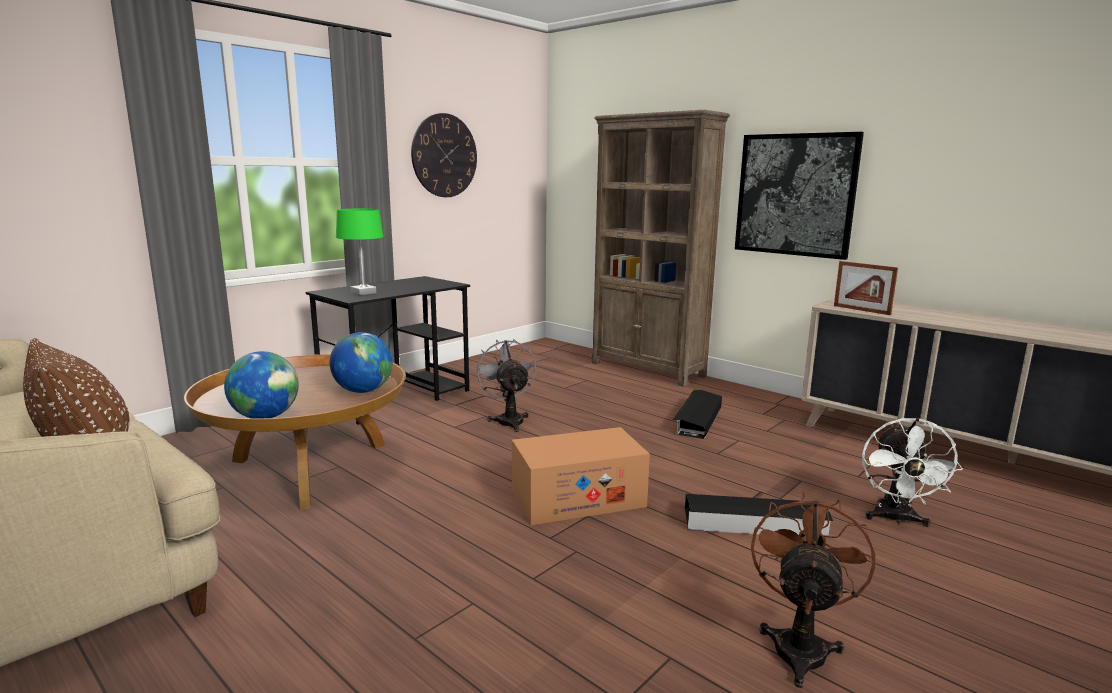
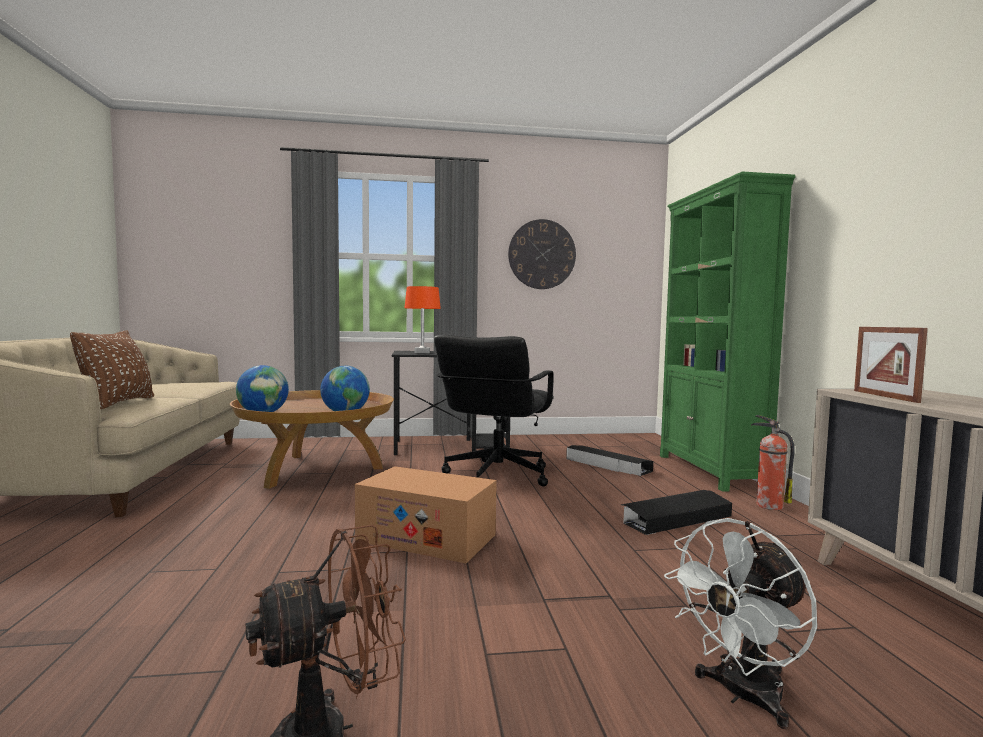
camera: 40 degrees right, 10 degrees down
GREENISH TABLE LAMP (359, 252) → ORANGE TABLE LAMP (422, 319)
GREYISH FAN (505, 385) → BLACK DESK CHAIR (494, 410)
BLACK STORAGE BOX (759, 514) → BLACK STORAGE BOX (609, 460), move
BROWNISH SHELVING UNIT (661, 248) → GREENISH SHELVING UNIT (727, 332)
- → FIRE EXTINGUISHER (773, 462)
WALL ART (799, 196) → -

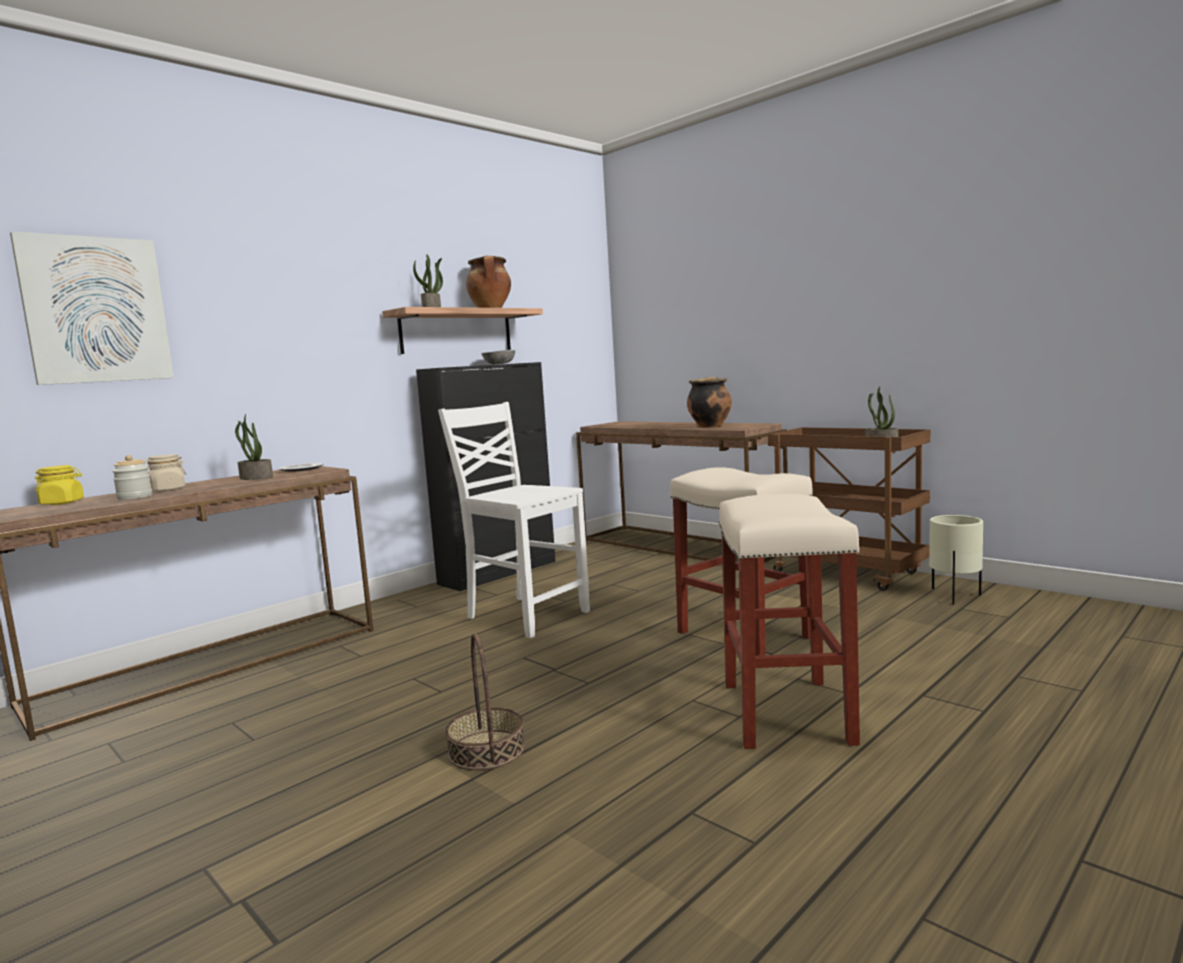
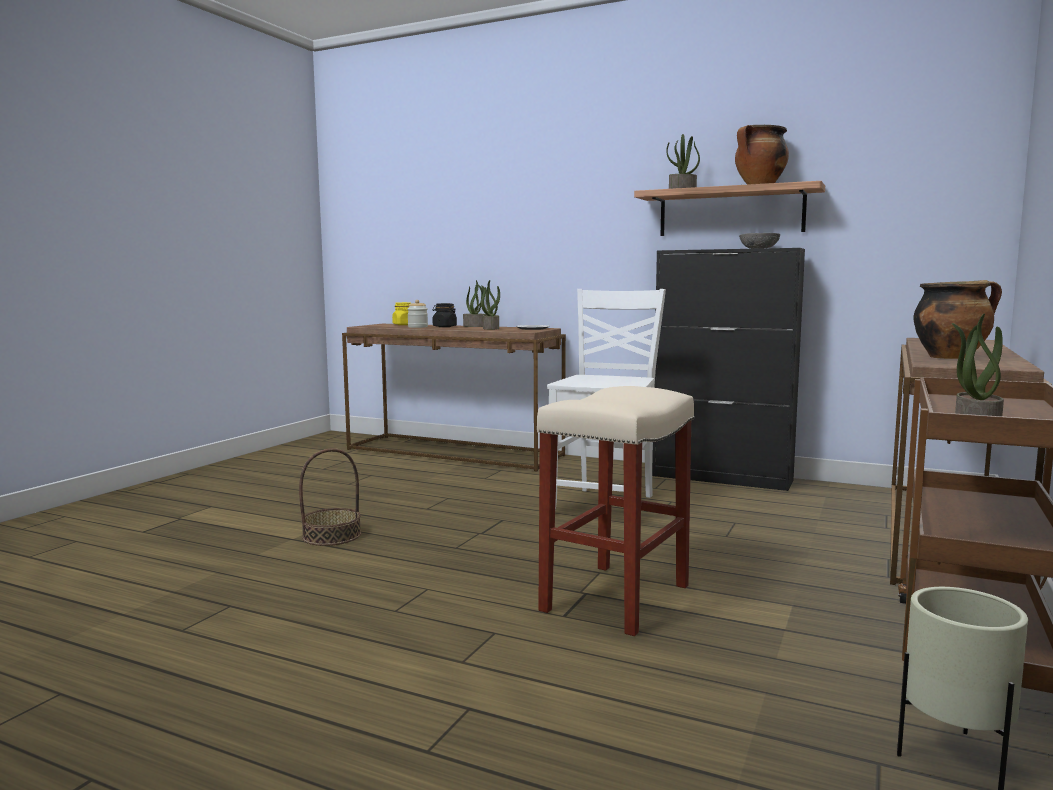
camera: 70 degrees right, 0 degrees up
SAND-COLOURED JAR (165, 473) → BLACK JAR (445, 315)
- → PLANT IN A POT (474, 303)
WALL ART (92, 308) → -
SAND-COLOURED STOOL SEAT (789, 621) → -

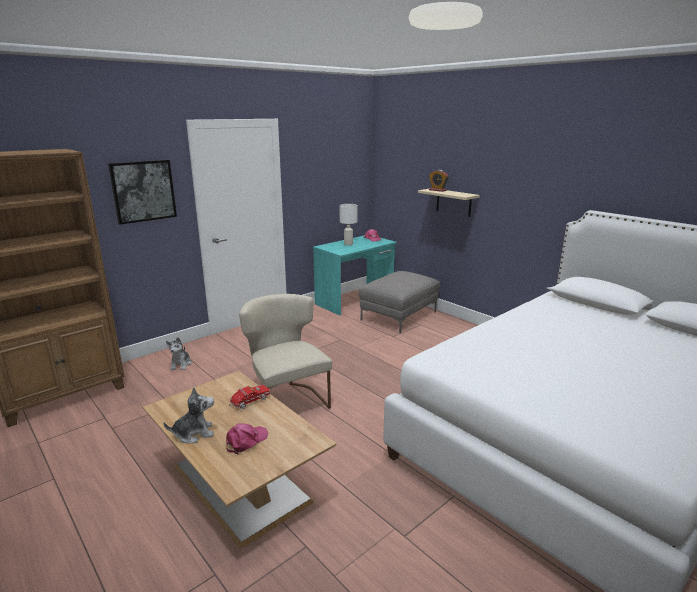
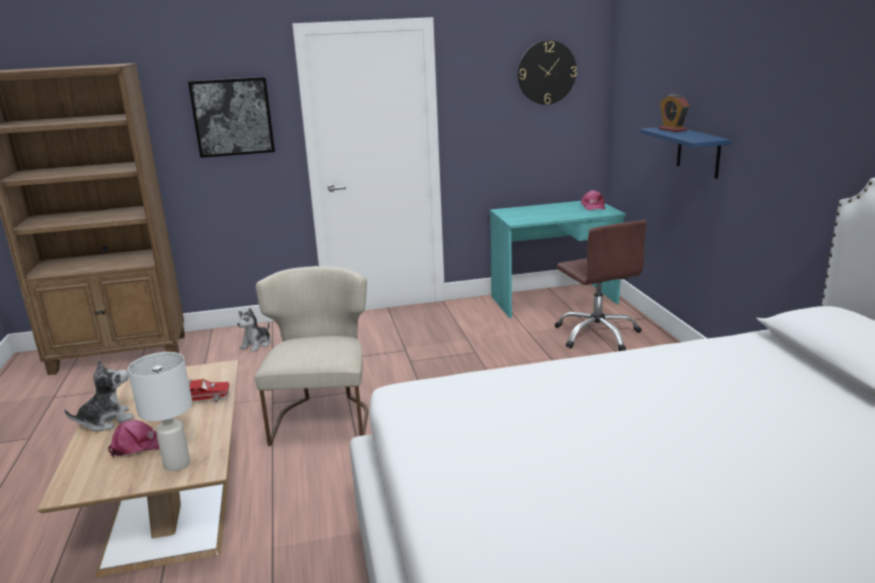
camera: 30 degrees right, 0 degrees up
CUDDLY TOY (189, 415) → CUDDLY TOY (99, 395), 45 degrees counterclockwise
WHITE-COLOURED TABLE LAMP (348, 224) → WHITE-COLOURED TABLE LAMP (160, 411), move
- → WALL CLOCK (547, 72)
GREYISH OTTOMAN (399, 302) → BROWNISH DESK CHAIR (601, 285)
SAND-COLOURED BRACKET SHELF (449, 203) → BLUISH BRACKET SHELF (685, 153)

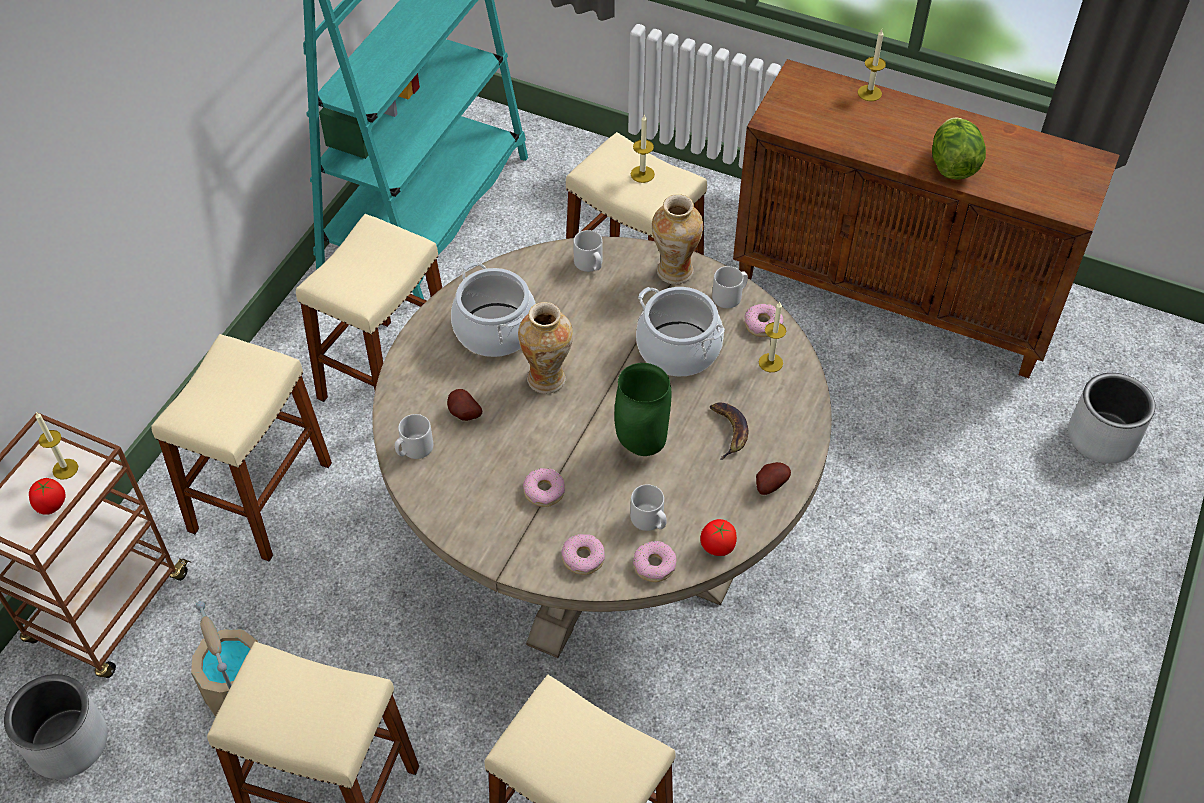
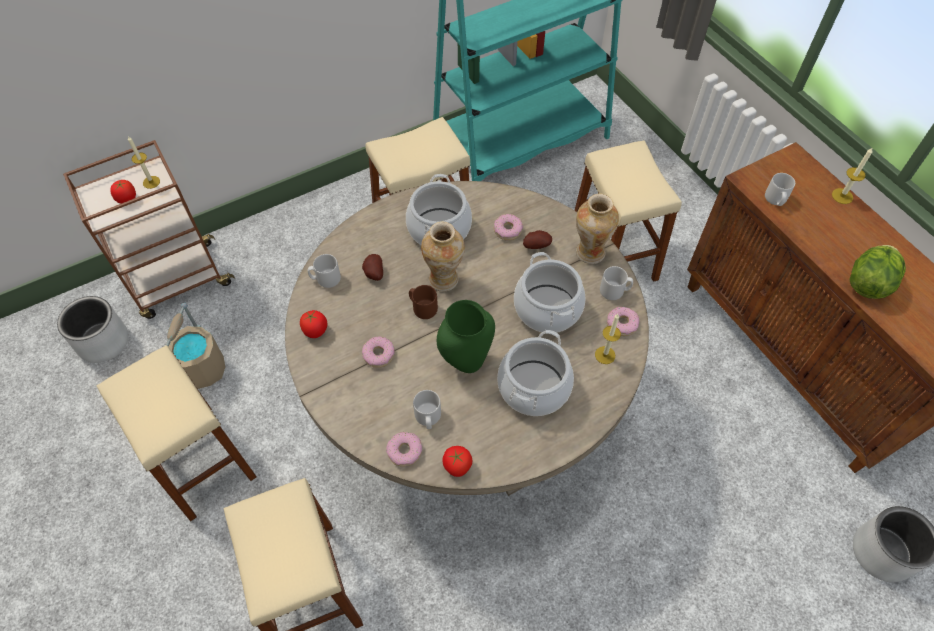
camera: 35 degrees right, 5 degrees up
- → TOMATO (314, 324)
- → BROWNISH MUG (423, 302)
DONUT (583, 554) → DONUT (508, 227), move
WHOLE BANANA (729, 431) → COOKING POT (535, 373)
WHOLE POTATO (773, 478) → WHOLE POTATO (537, 239), move
GREYISH MUG (588, 251) → GREYISH MUG (780, 189), move
SAND-COLOURED STOOL SEAT (241, 448) → -
WAX CANDLE (643, 148) → -

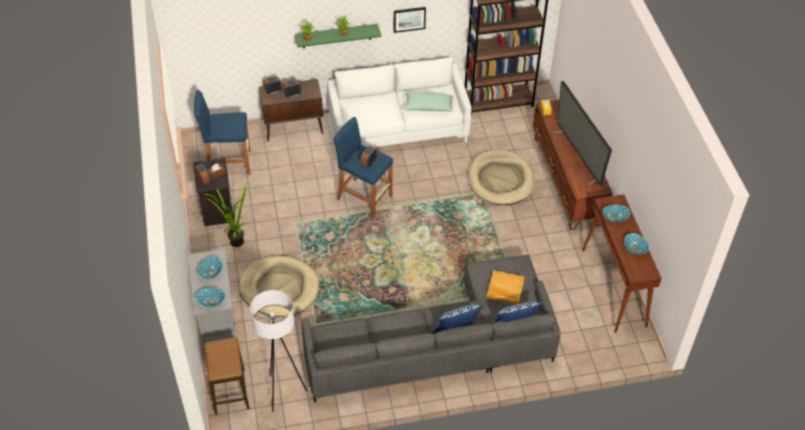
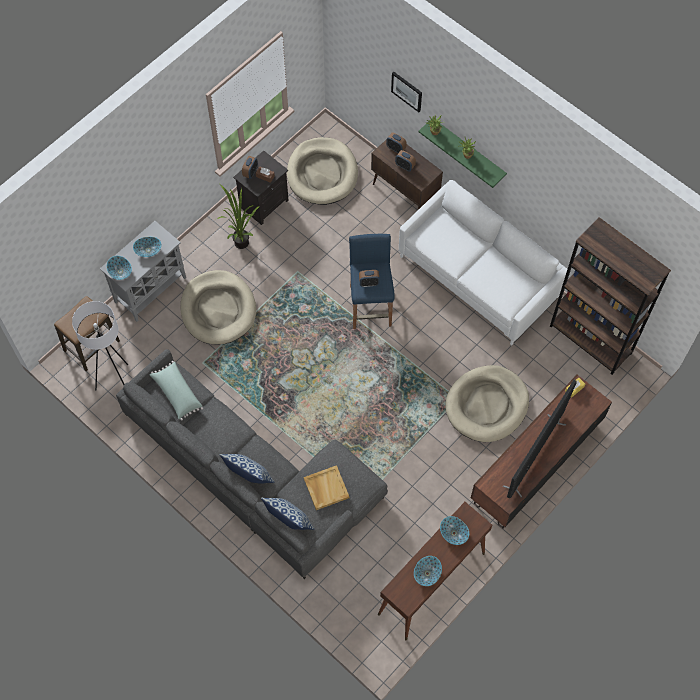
camera: 55 degrees right, 15 degrees up
GREENISH PILLOW (428, 102) → GREENISH PILLOW (176, 391), move
BLUISH STOOL SEAT (222, 132) → SAND-COLOURED PET BED (322, 171)
WALL ART (410, 20) → WALL ART (406, 92), move

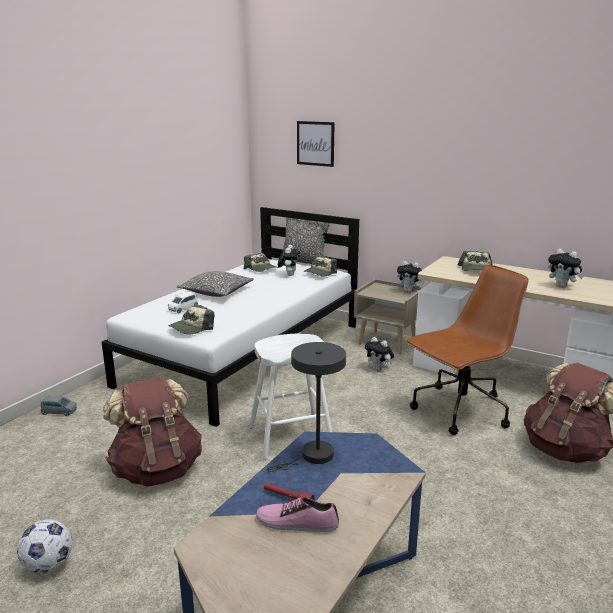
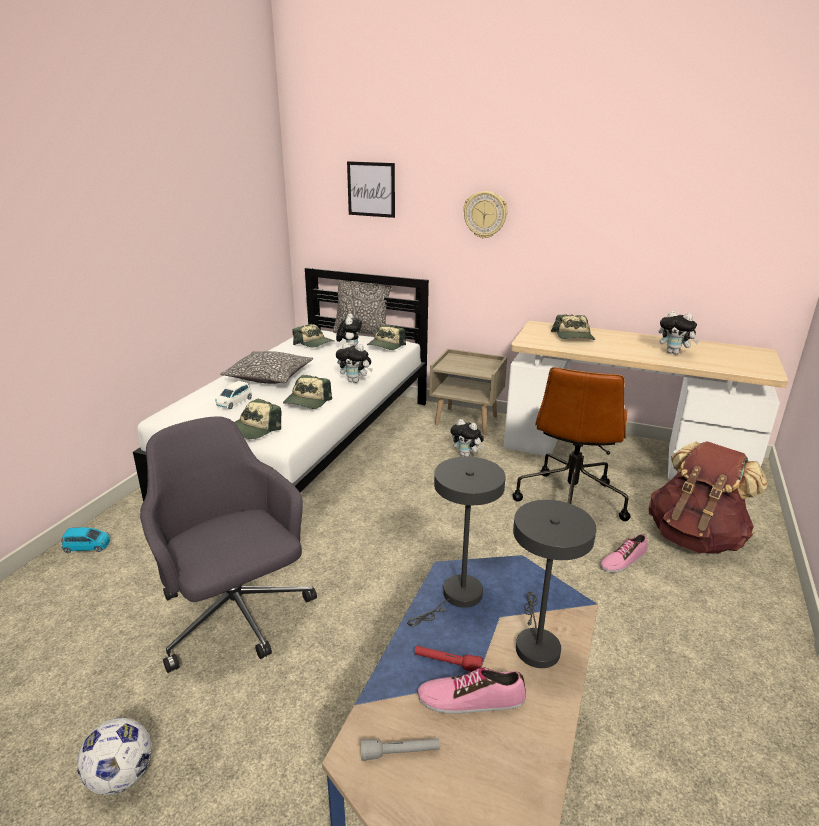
camera: 10 degrees left, 5 degrees up
GREYISH TOY CAR (58, 406) → BLUISH TOY CAR (85, 540)
BROWNISH RUCKSACK (152, 432) → GREYISH DESK CHAIR (228, 545)
- → PEAKED CAP (307, 392)
CUDDLY TOY (411, 276) → CUDDLY TOY (354, 362), move
- → GREYISH TORCH (400, 749)
- → WALL CLOCK (485, 215)
BROWNISH DESK CHAIR (467, 350) → BROWNISH DESK CHAIR (571, 444), 150 degrees clockwise
- → GREYISH TABLE LAMP (554, 584)
- → SHOE (624, 553)
WHITE-COLOURED STOOL SEAT (290, 396) → -

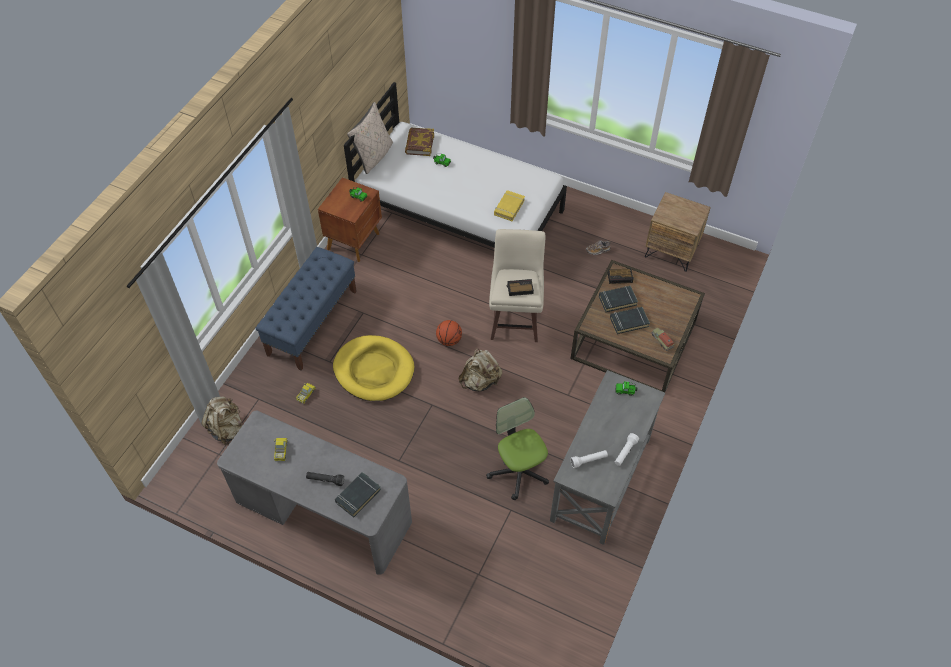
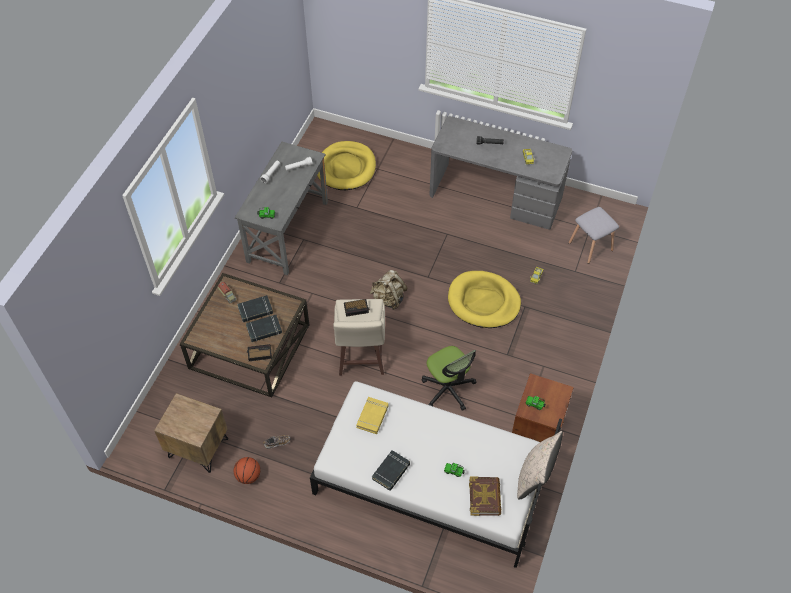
camera: 175 degrees right, 0 degrees up
BALL FOR BASKETBALL (449, 333) → BALL FOR BASKETBALL (247, 470), move
- → YELLOW-COLOURED PET BED (346, 165)
BLACK BOUND BOOK (358, 495) → BLACK BOUND BOOK (391, 470), move
DESK CHAIR (517, 448) → DESK CHAIR (449, 378), move
SAND-COLOURED RUCKSACK (222, 420) → GREYISH STOOL SEAT (594, 235)
BLUISH INDOOR BENCH (306, 309) → -

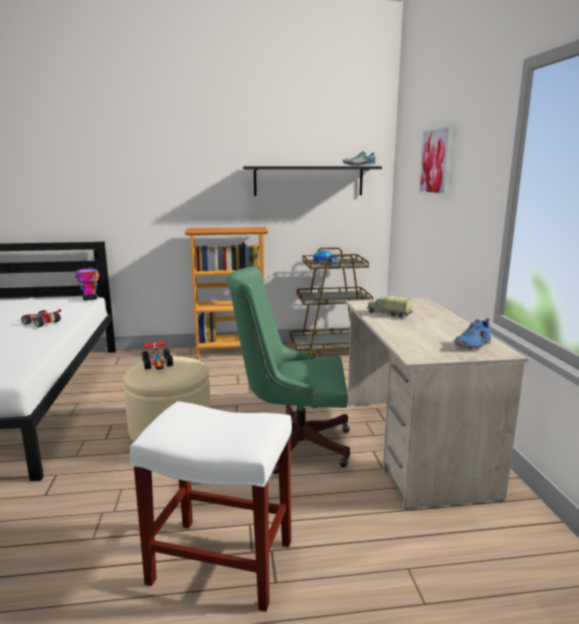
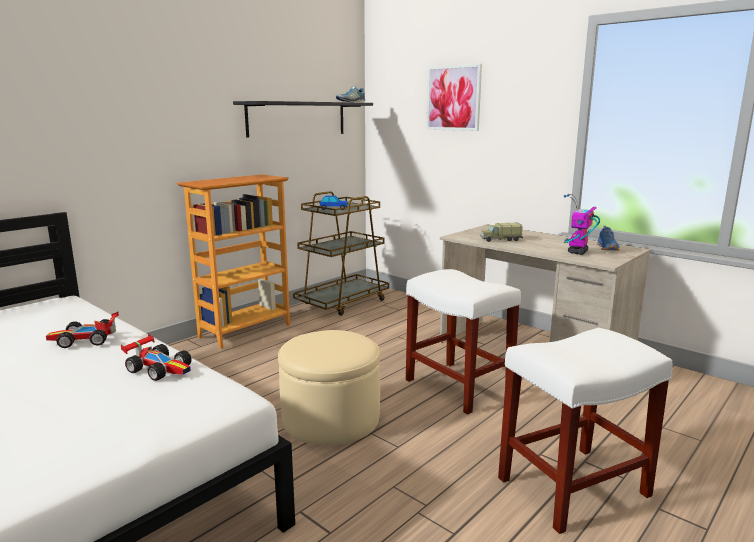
camera: 40 degrees left, 0 degrees up
TOY CAR (157, 355) → TOY CAR (156, 357), move
GREENISH DESK CHAIR (288, 370) → WHITE-COLOURED STOOL SEAT (463, 342)
TOY ROBOT (87, 279) → TOY ROBOT (582, 224), move

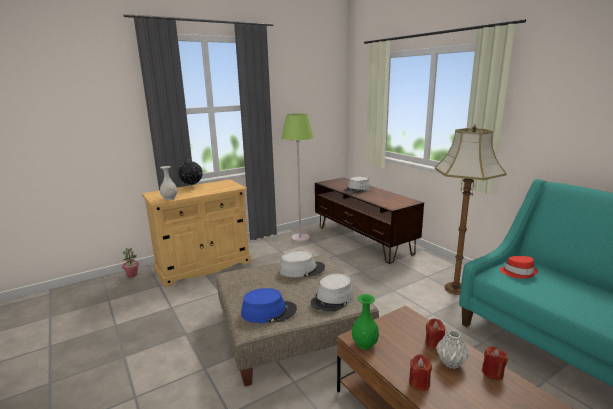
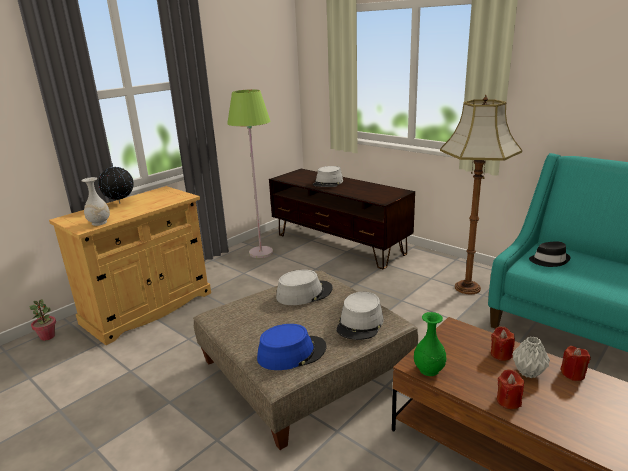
camera: 15 degrees left, 5 degrees up
RED HAT (519, 267) → BLACK HAT (549, 254)

